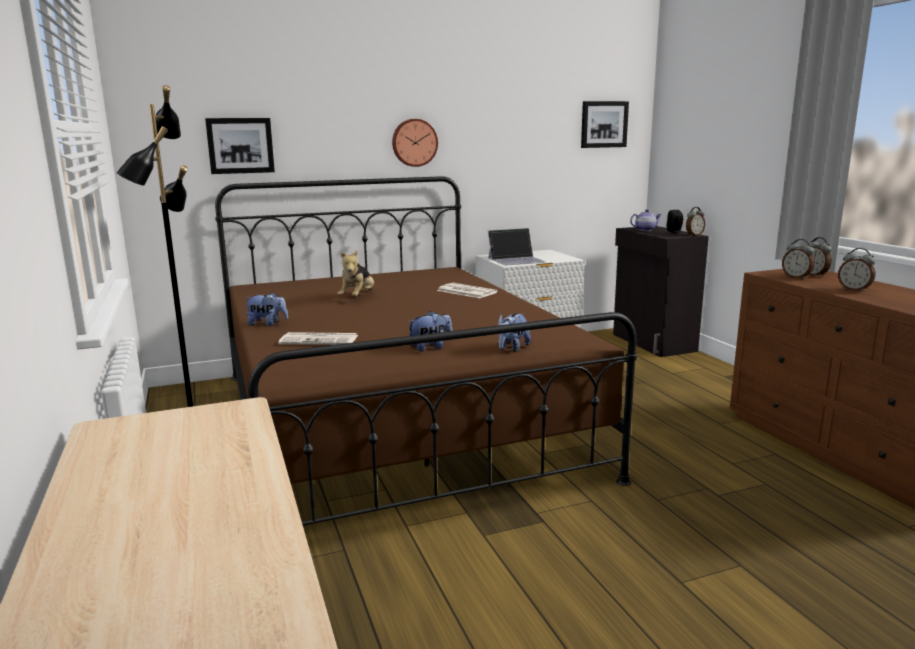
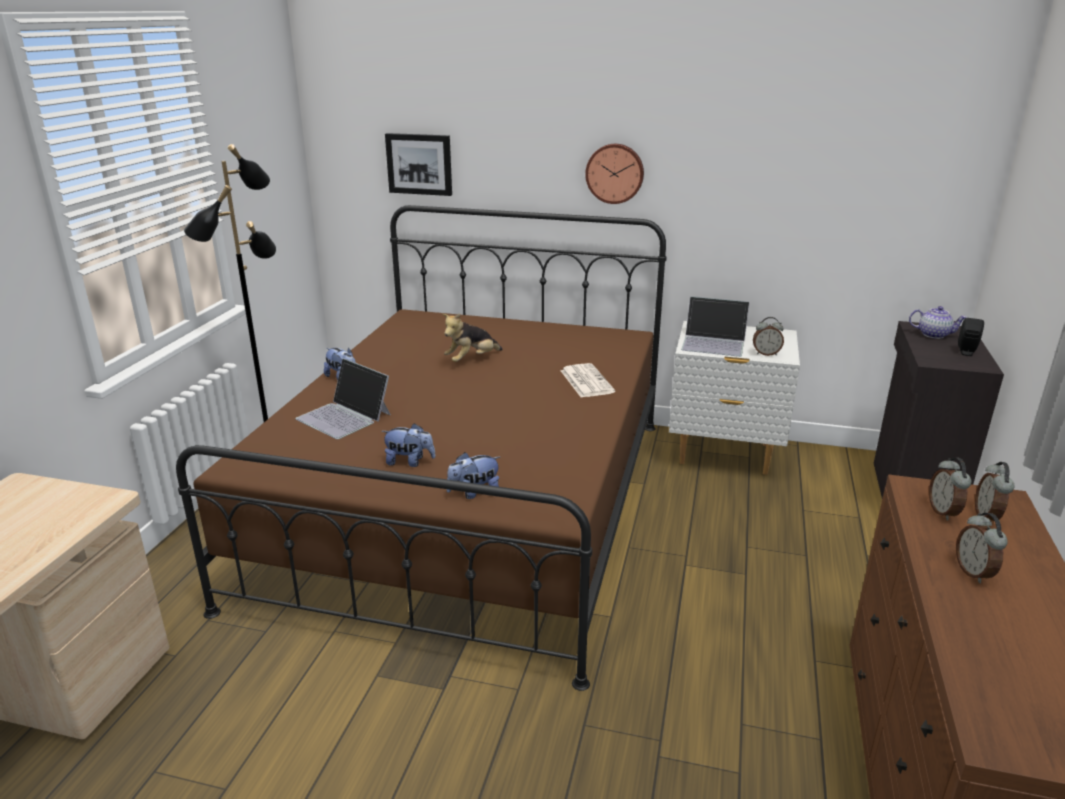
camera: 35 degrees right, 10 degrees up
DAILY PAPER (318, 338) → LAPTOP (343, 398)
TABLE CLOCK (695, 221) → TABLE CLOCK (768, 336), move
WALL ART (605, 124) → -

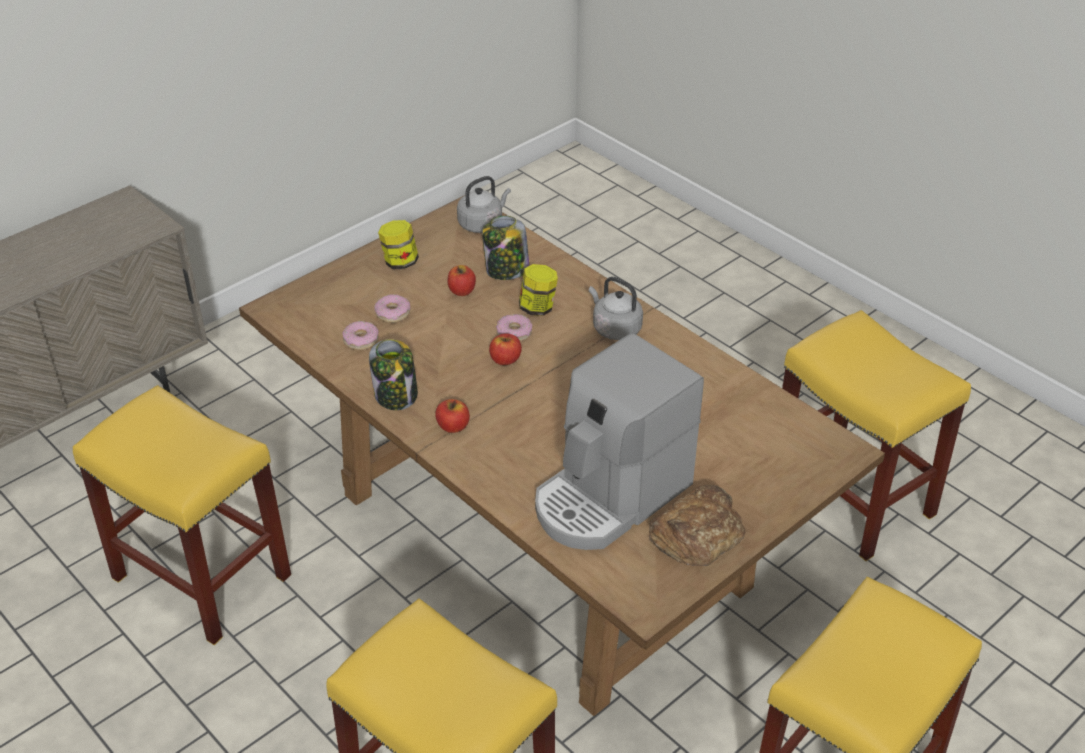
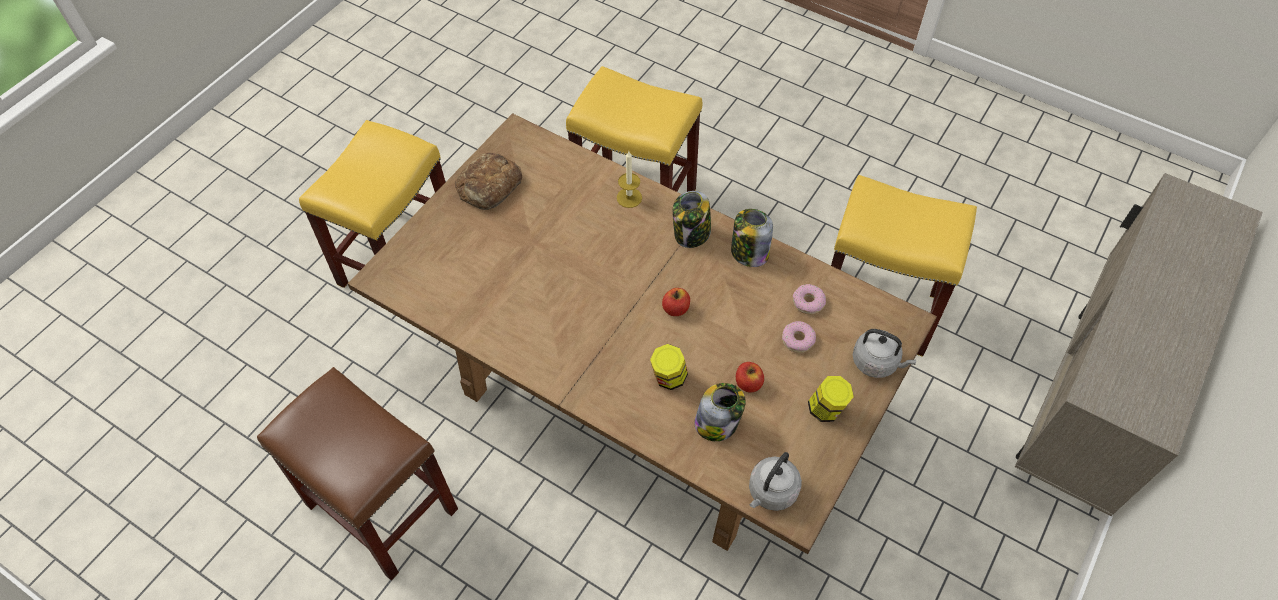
camera: 165 degrees right, 15 degrees up
YELLOW-COLOURED STOOL SEAT (876, 435) → BROWNISH STOOL SEAT (357, 474)
- → WAX CANDLE (629, 179)
APPLE (452, 416) → JAR (692, 219)
GREYISH WATER KETTLE (616, 308) → GREYISH WATER KETTLE (884, 353), move
DONUT (514, 328) → -
COFFEE MACHINE (619, 441) → -

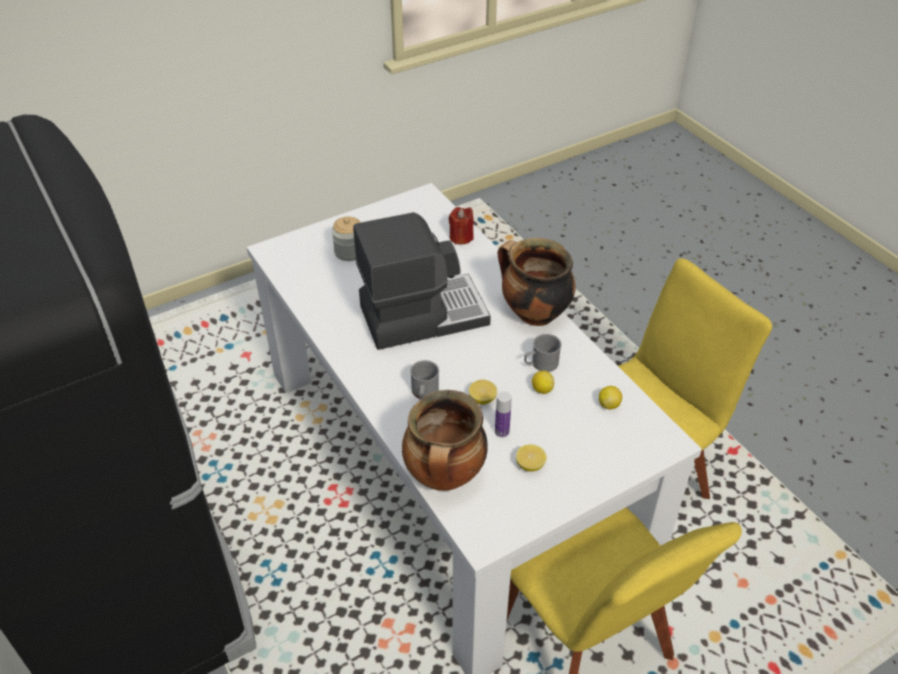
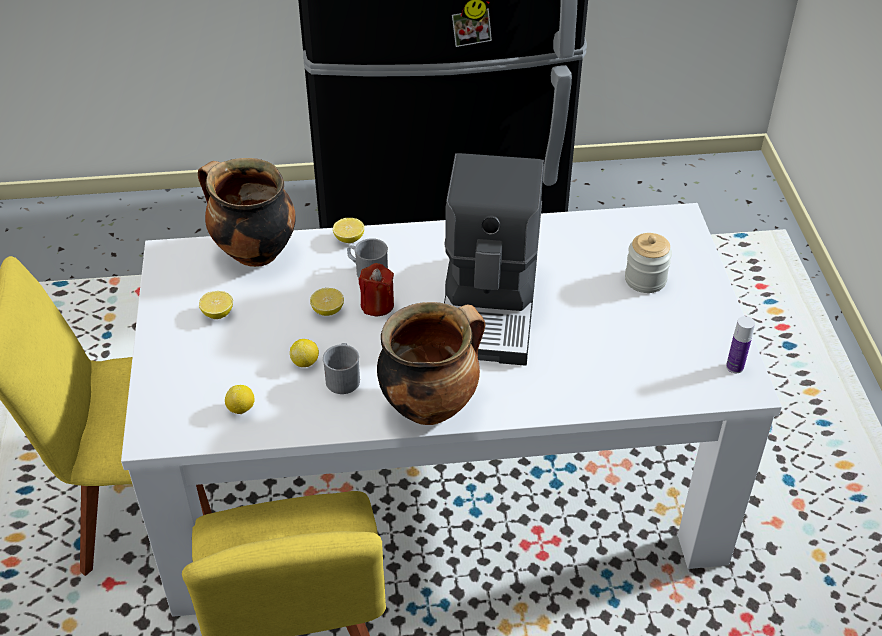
camera: 115 degrees right, 0 degrees up
- → WHOLE LEMON (348, 230)
RED WAX CANDLE (461, 226) → RED WAX CANDLE (376, 289), move
BOTTLE (503, 414) → BOTTLE (740, 344), move

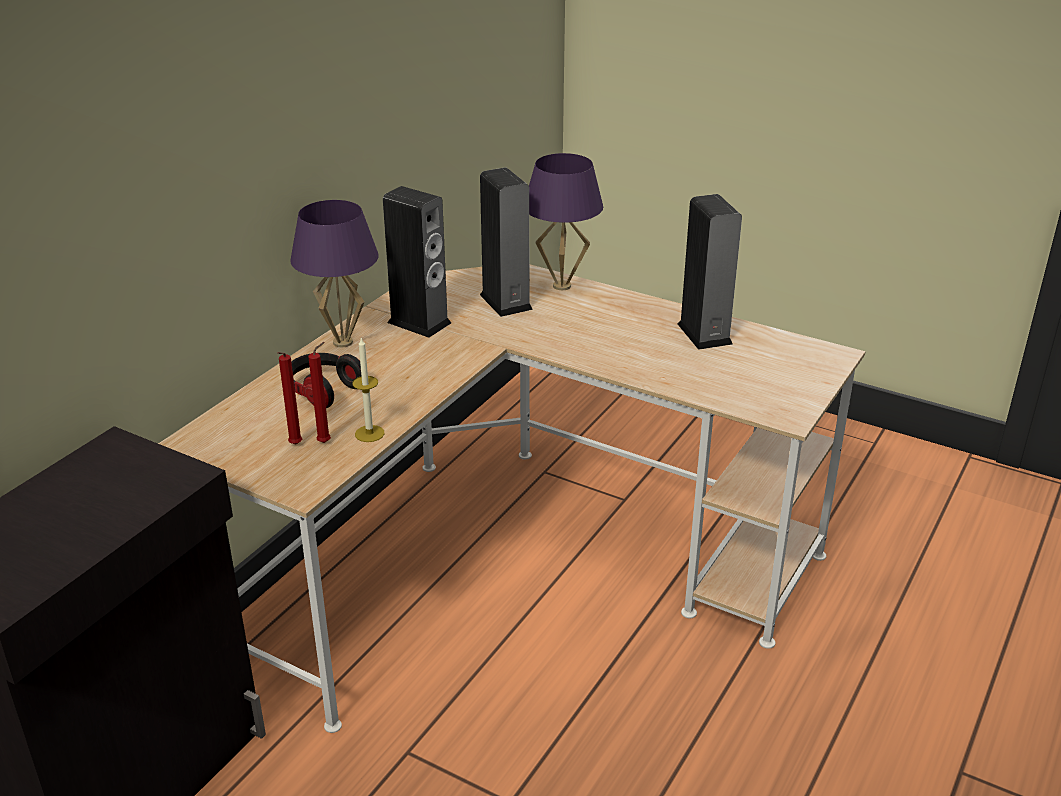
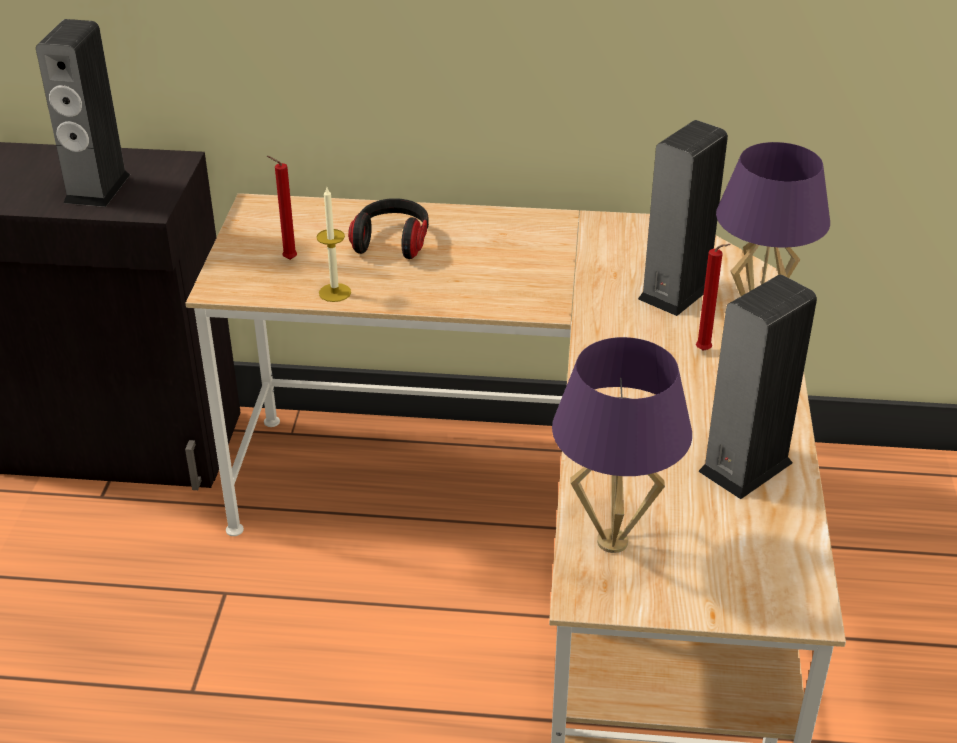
camera: 65 degrees right, 5 degrees up
AUDIO SPEAKER (417, 262) → AUDIO SPEAKER (83, 113), move
PURPLE TABLE LAMP (334, 273) → PURPLE TABLE LAMP (622, 445), move
RED WAX CANDLE (319, 392) → RED WAX CANDLE (713, 297), move

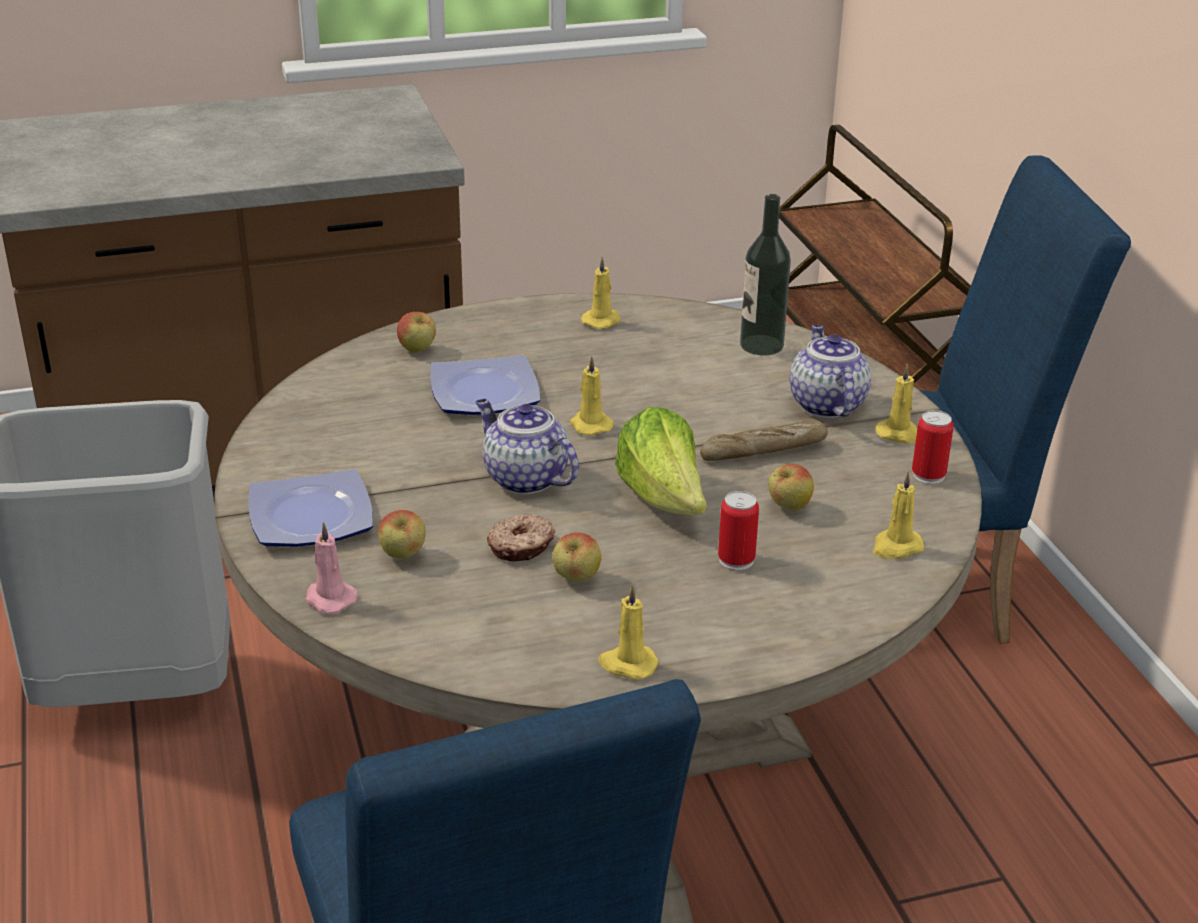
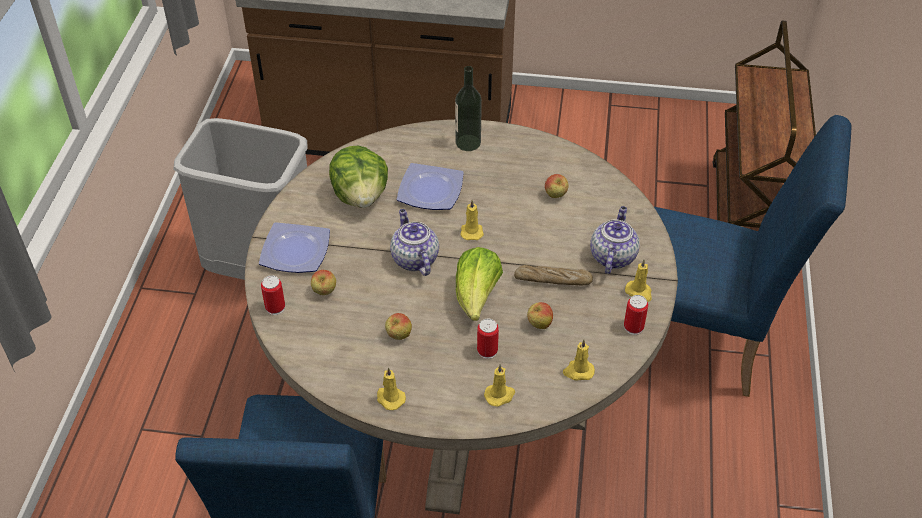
camera: 25 degrees right, 15 degrees up
PINK WAX CANDLE (331, 568) → SEALED CAN (273, 295)
- → HEAD OF LETTUCE (358, 176)
BOTTLE (765, 275) → BOTTLE (468, 108), move
YELLOW-COLOURED WAX CANDLE (601, 292) → YELLOW-COLOURED WAX CANDLE (499, 385), move
APPLE (416, 332) → APPLE (557, 186), move
DONUT (521, 537) → -

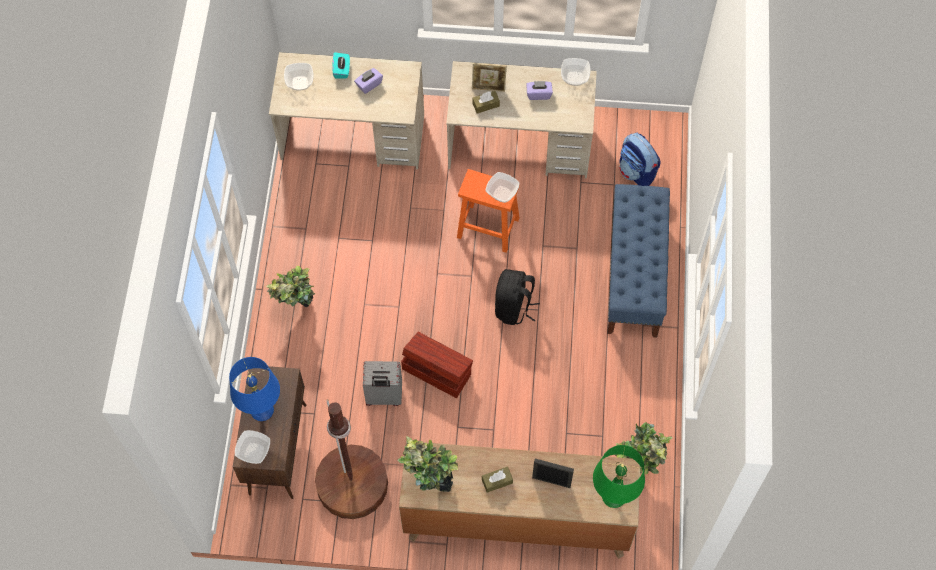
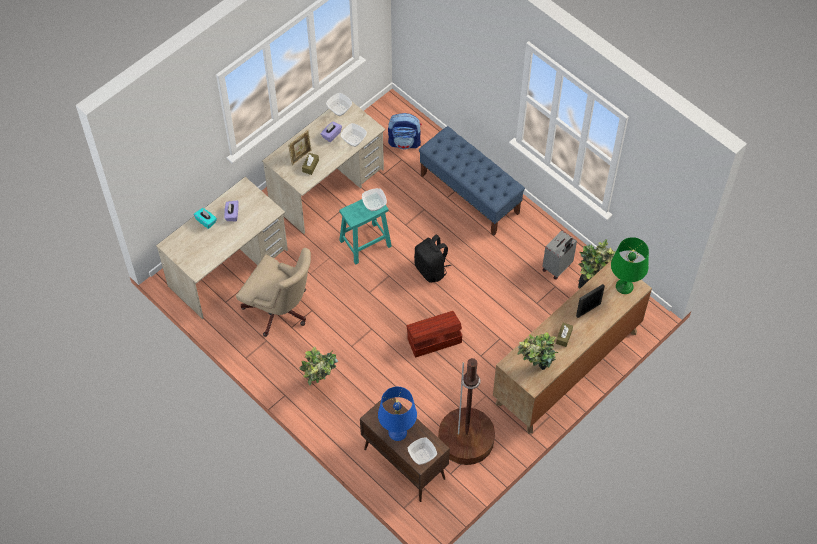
camera: 50 degrees left, 5 degrees down
- → SAND-COLOURED DESK CHAIR (273, 292)
ORANGE STOOL SEAT (488, 211) → BLUE-GREEN STOOL SEAT (365, 231)
BOWL (299, 77) → BOWL (354, 135), move
GREYISH PIECE OF LUGGAGE (382, 383) → GREYISH PIECE OF LUGGAGE (559, 254), move

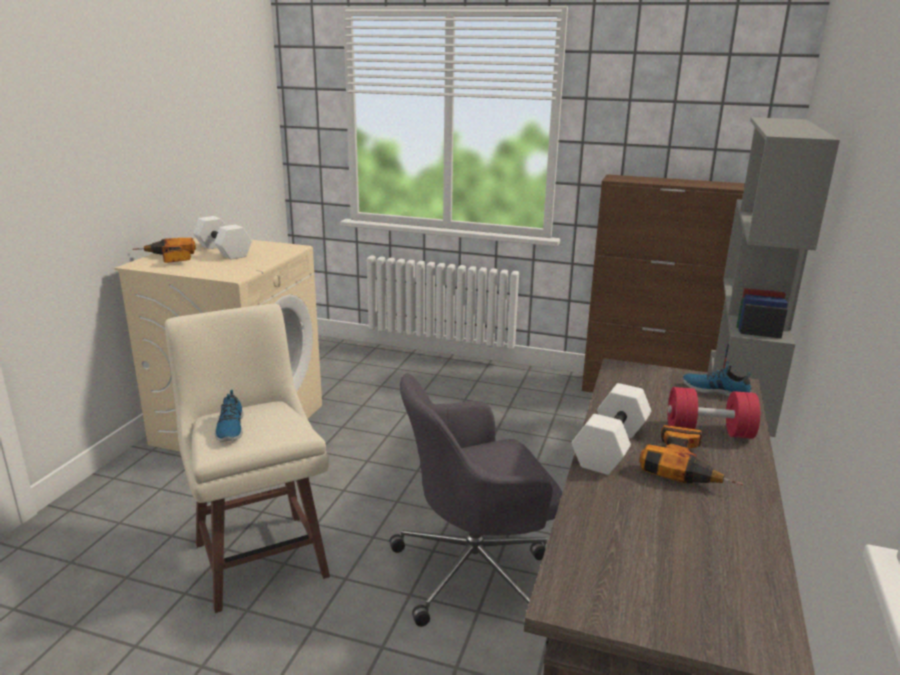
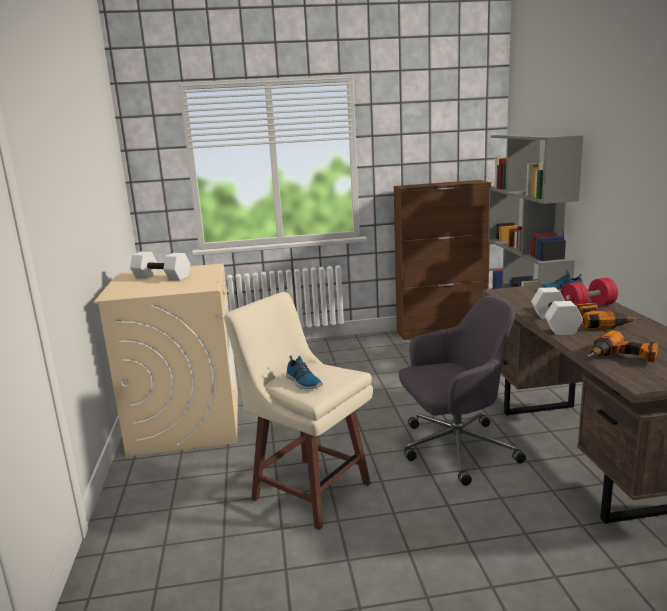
camera: 25 degrees left, 5 degrees down
GREYISH DESK CHAIR (476, 500) → GREYISH DESK CHAIR (462, 391), 150 degrees counterclockwise
DRILL (164, 250) → DRILL (622, 346), move

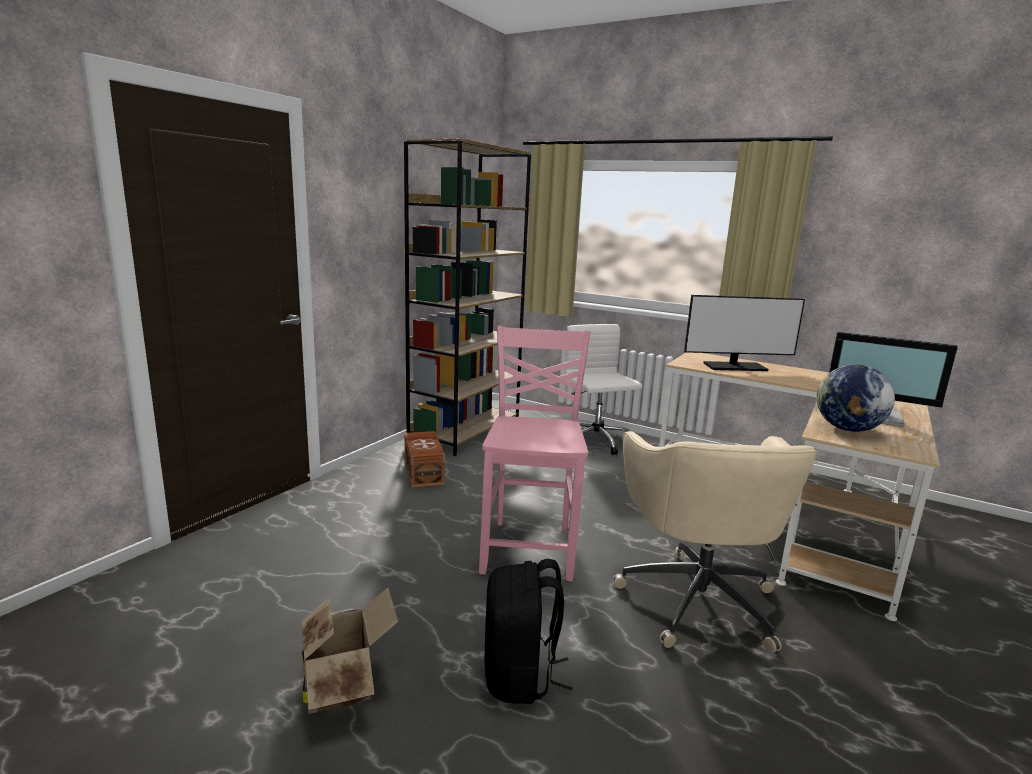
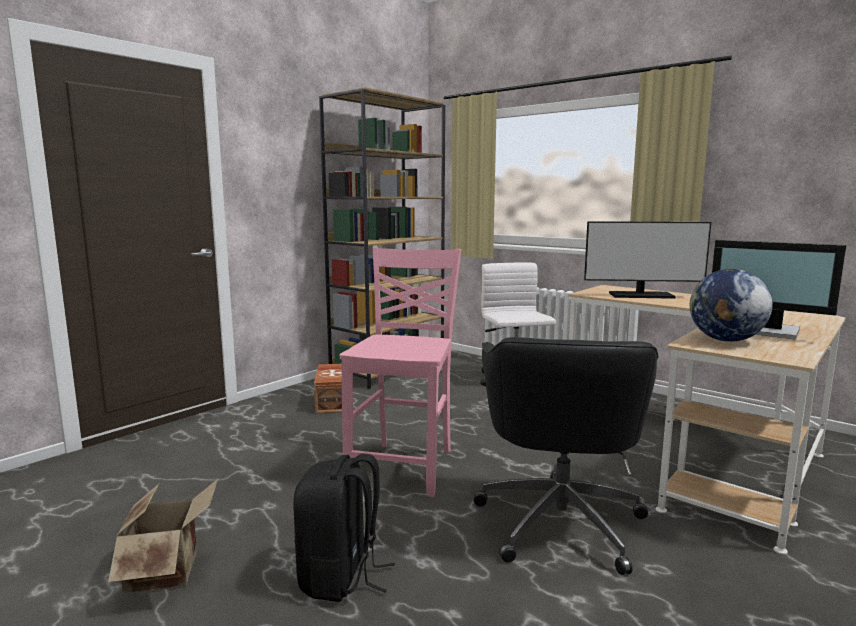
camera: 10 degrees right, 5 degrees down
SAND-COLOURED DESK CHAIR (715, 542) → BLACK DESK CHAIR (566, 456)

